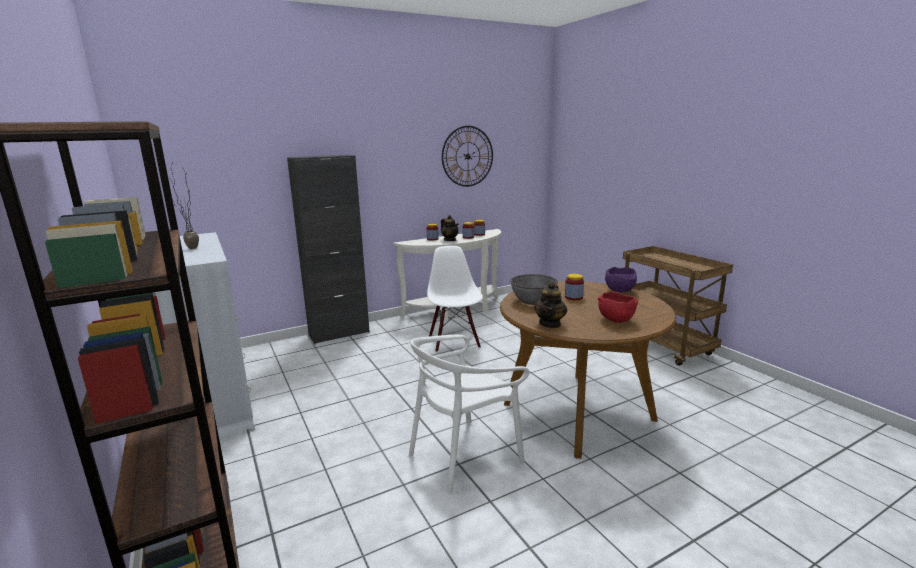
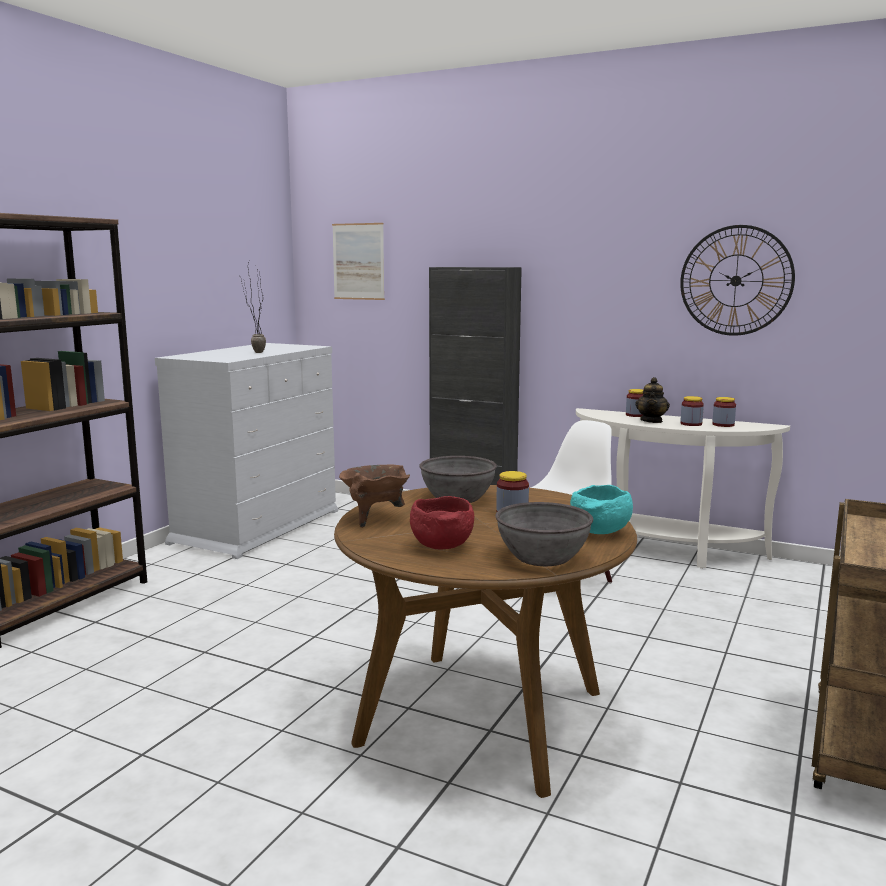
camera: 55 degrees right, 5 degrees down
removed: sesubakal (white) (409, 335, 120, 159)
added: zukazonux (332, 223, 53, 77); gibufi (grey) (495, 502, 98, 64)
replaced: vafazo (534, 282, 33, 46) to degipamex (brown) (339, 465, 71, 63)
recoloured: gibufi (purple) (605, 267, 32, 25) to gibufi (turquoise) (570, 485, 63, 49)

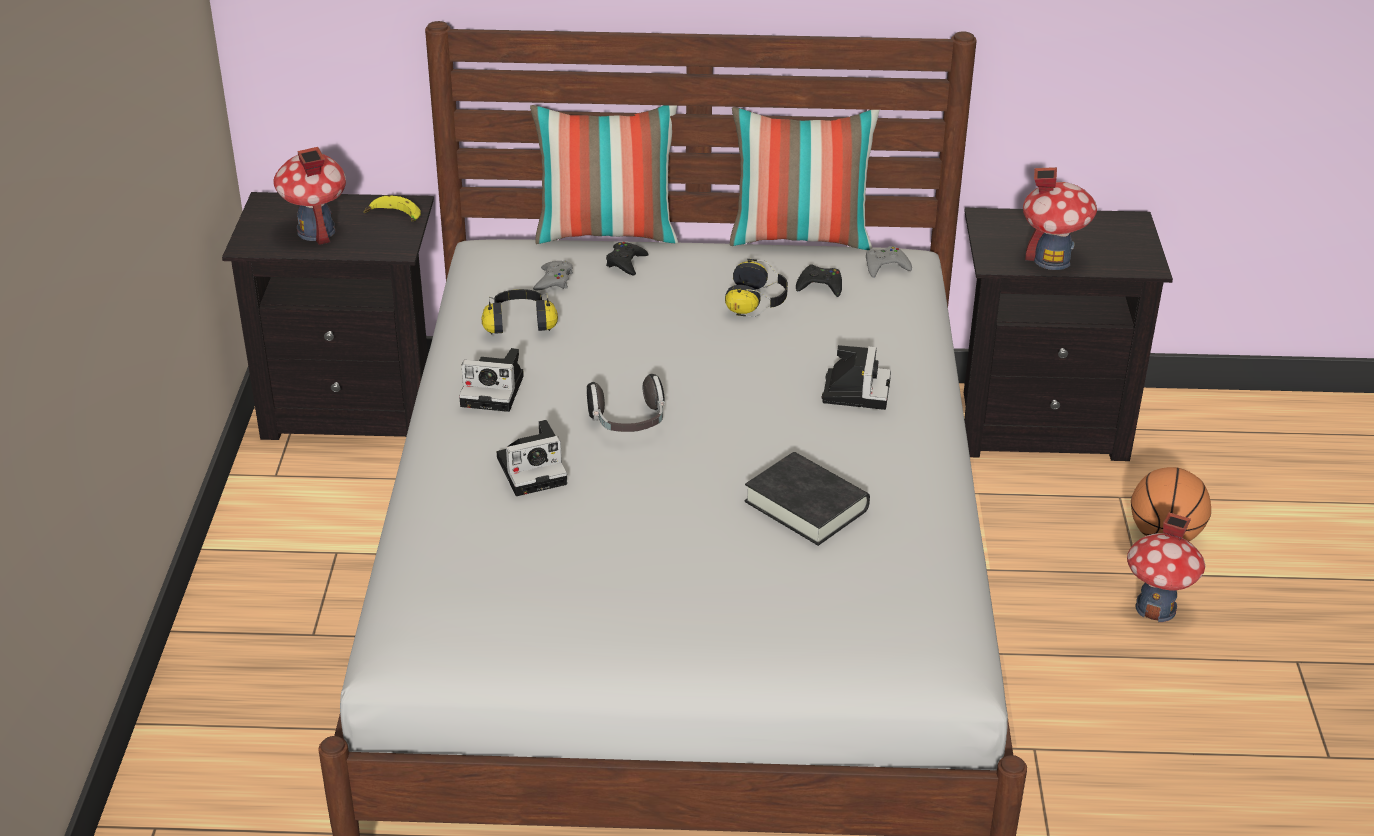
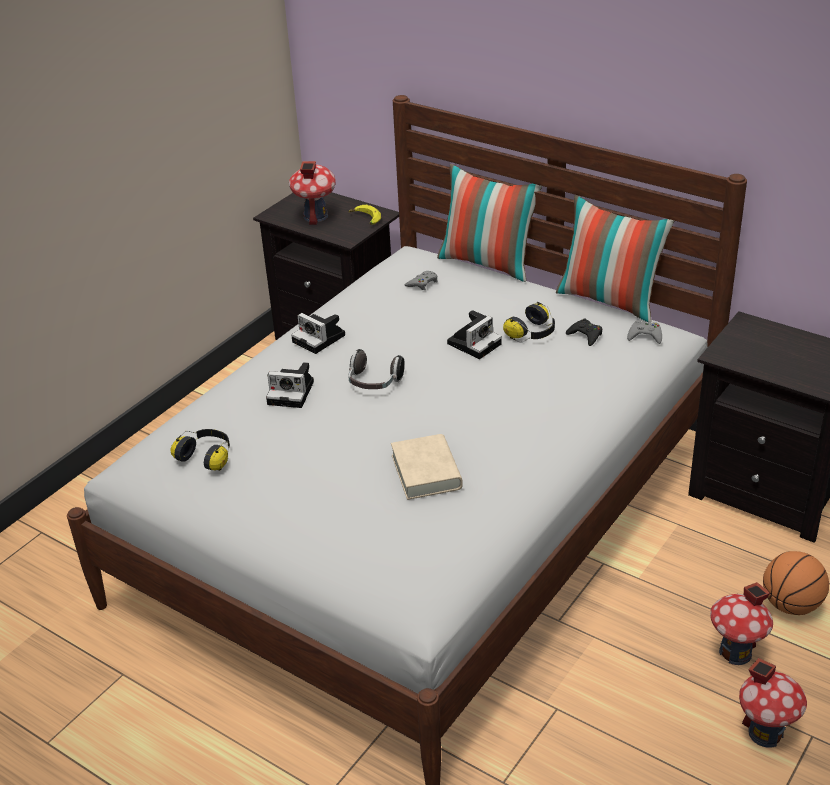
camera: 35 degrees right, 0 degrees up
removed: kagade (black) (606, 242, 43, 33)
moved: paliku (482, 289, 76, 46) to (170, 429, 60, 42); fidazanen (822, 345, 69, 65) to (447, 310, 55, 49); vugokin (1023, 167, 74, 103) to (739, 658, 68, 90)
recoloured: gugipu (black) (745, 452, 125, 94) to gugipu (beige) (391, 434, 72, 66)

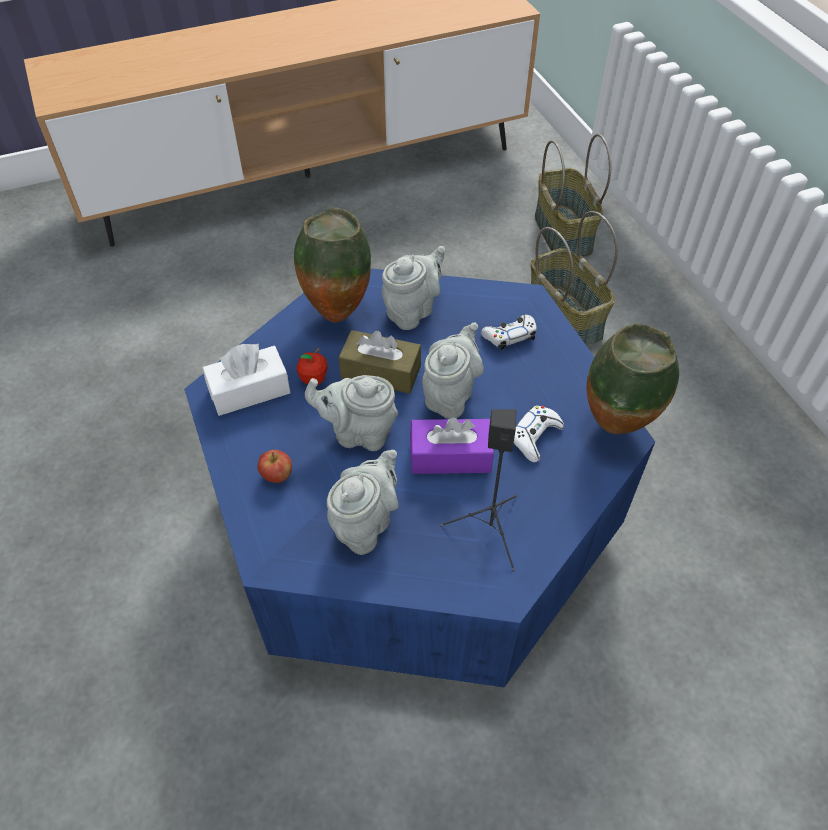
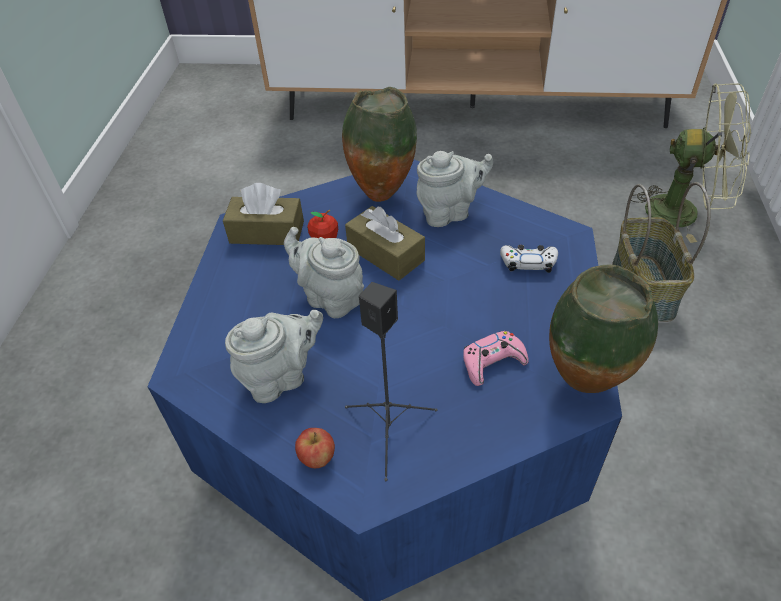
camera: 30 degrees right, 5 degrees down
removed: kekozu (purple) (410, 417, 84, 57); vafazo (grey) (422, 322, 62, 97)
moved: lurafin (258, 450, 34, 33) to (295, 428, 40, 40)
replaced: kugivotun (535, 134, 76, 123) to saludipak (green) (631, 83, 120, 160)
recoloured: kekozu (white) (203, 344, 88, 72) to kekozu (brown) (223, 183, 81, 62); kagade (white) (514, 406, 50, 56) to kagade (pink) (463, 331, 66, 55)

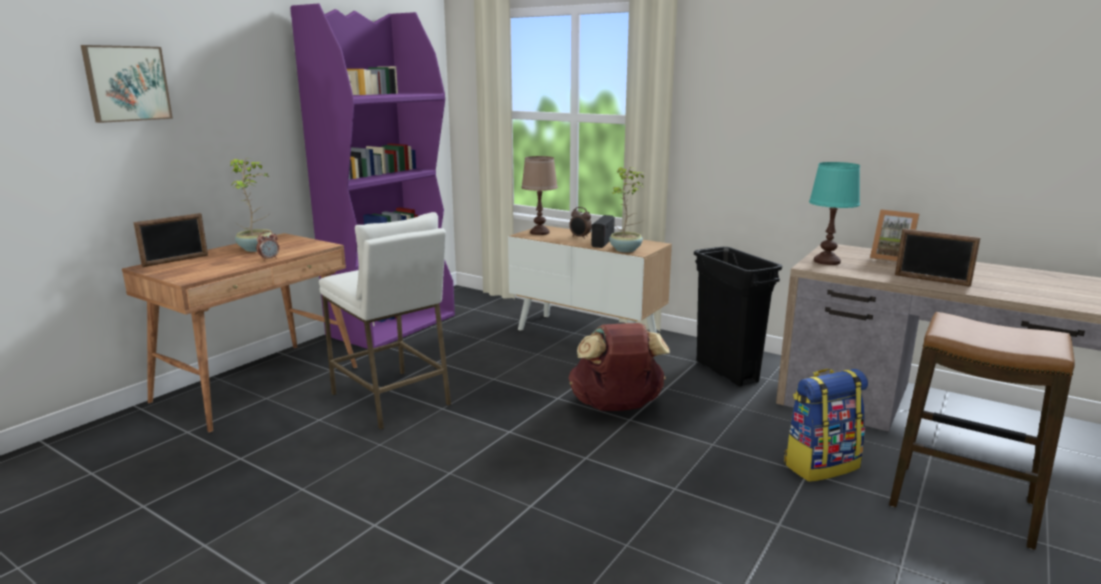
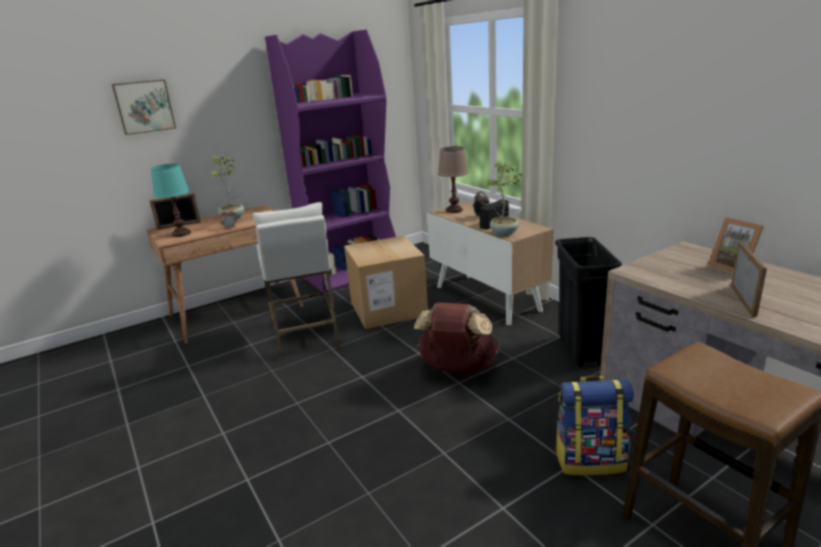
camera: 25 degrees right, 5 degrees up
added: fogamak (344, 236, 84, 93)
moved: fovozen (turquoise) (809, 162, 51, 103) to (150, 164, 41, 73)
turned: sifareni (895, 228, 86, 59) = (731, 241, 36, 77) 135 degrees counterclockwise

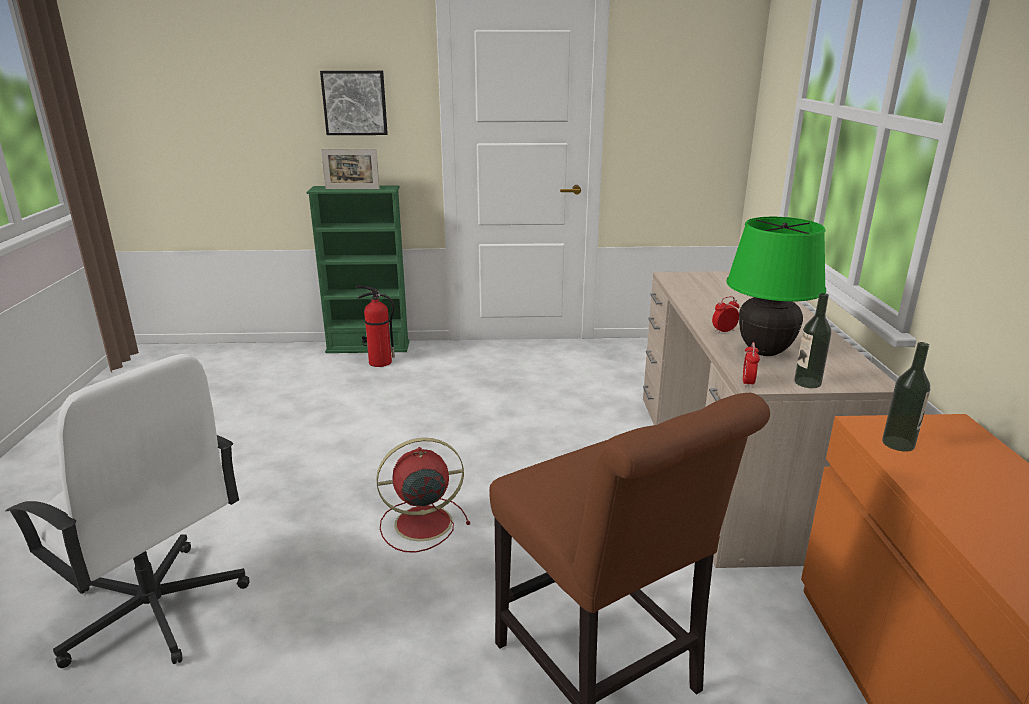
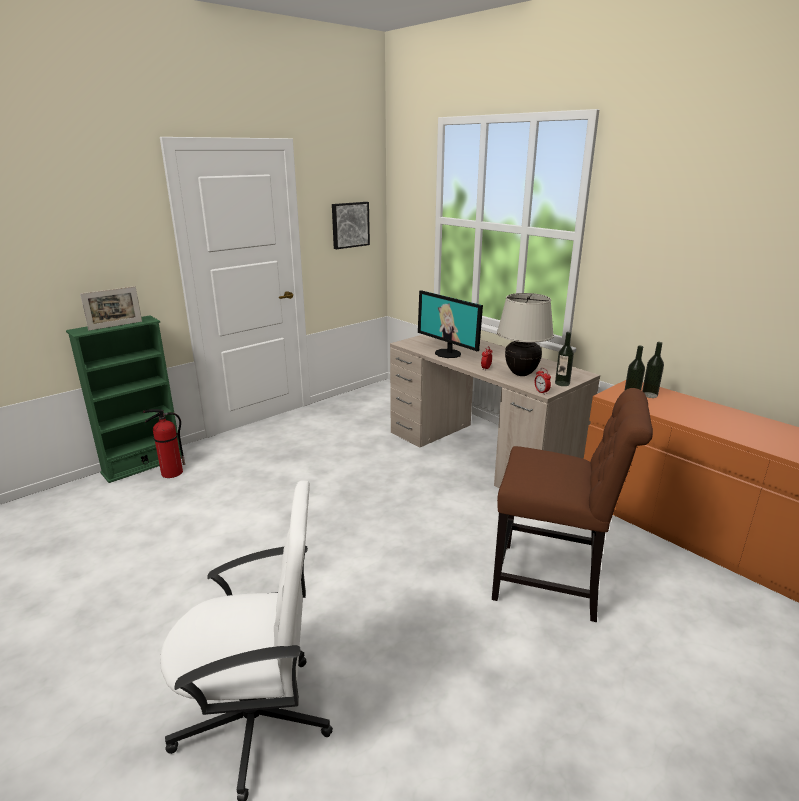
camera: 40 degrees left, 0 degrees up
removed: saludipak (red) (376, 438, 94, 115)
added: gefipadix (418, 290, 65, 68); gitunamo (642, 342, 22, 56)
moved: zukazonux (320, 71, 68, 64) to (332, 202, 38, 47)
recoloured: fovozen (green) (726, 217, 100, 139) to fovozen (beige) (497, 293, 57, 83)

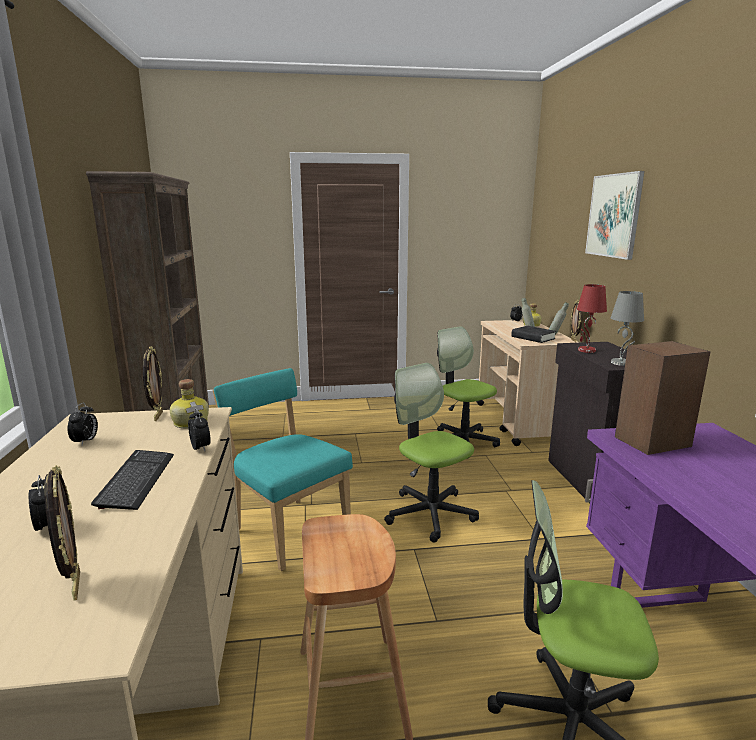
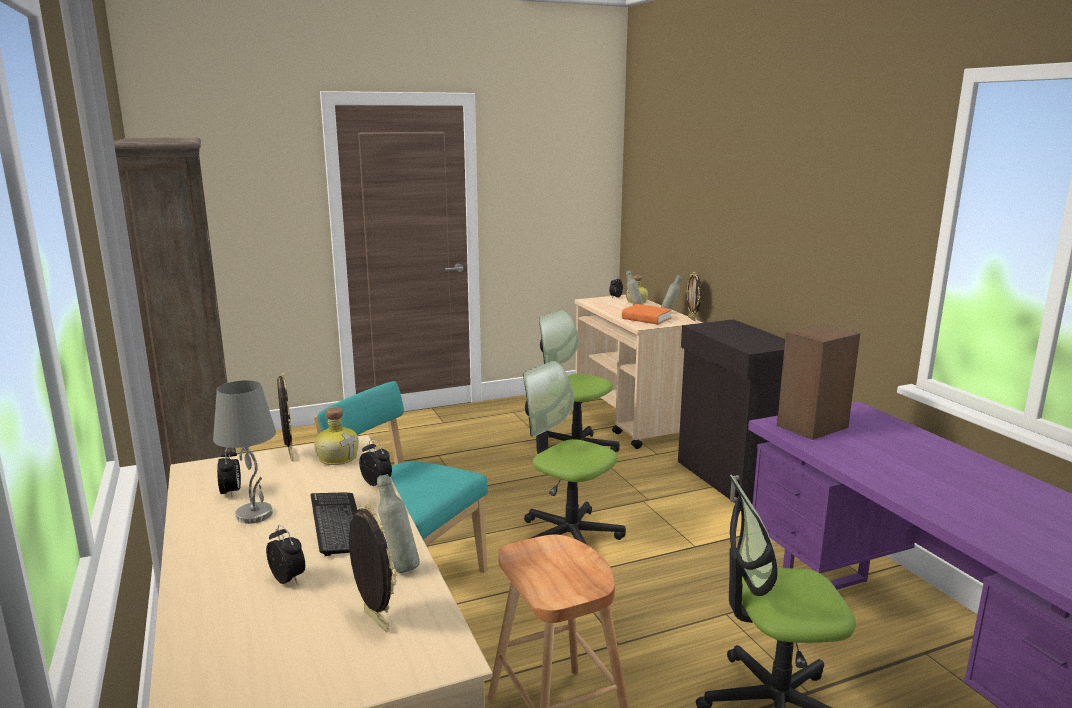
camera: 15 degrees left, 0 degrees up
removed: fovozen (red) (577, 284, 30, 69); zukazonux (585, 171, 60, 89)
added: gitunamo (grey) (377, 474, 43, 99)
moved: fovozen (grey) (611, 291, 33, 75) to (213, 380, 63, 144)
recoloured: gugipu (black) (512, 326, 44, 17) to gugipu (orange) (622, 304, 50, 21)

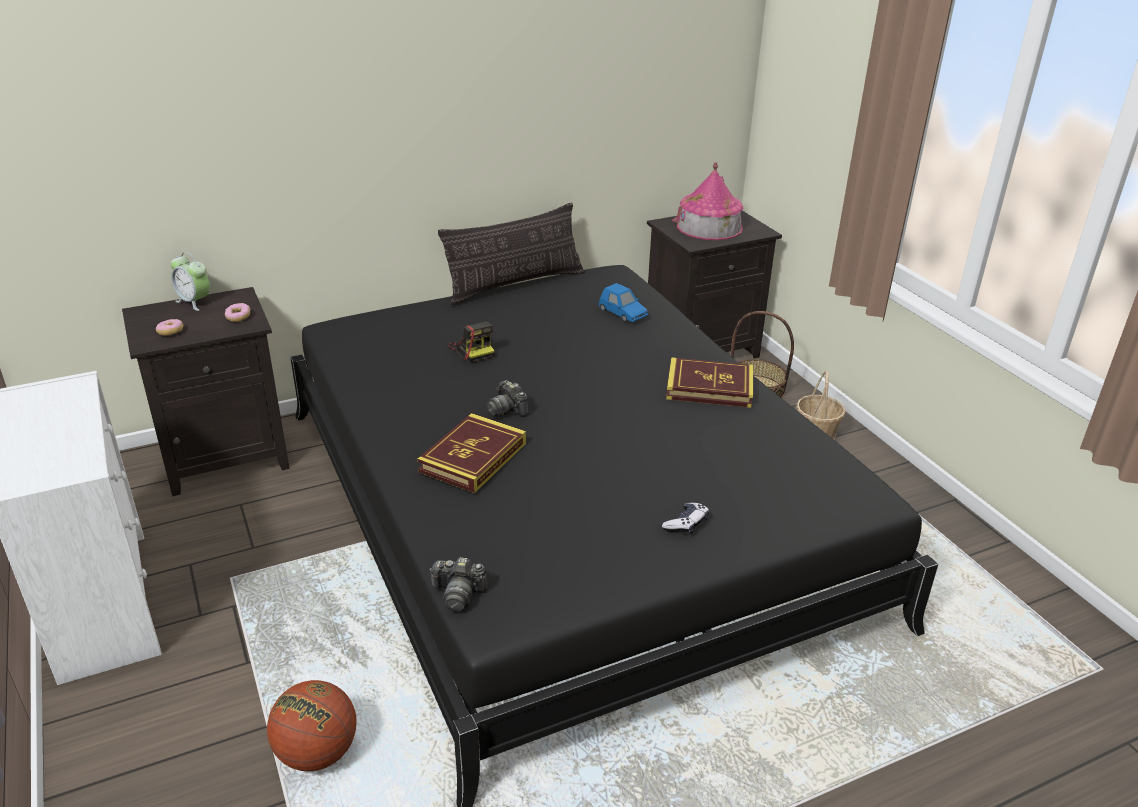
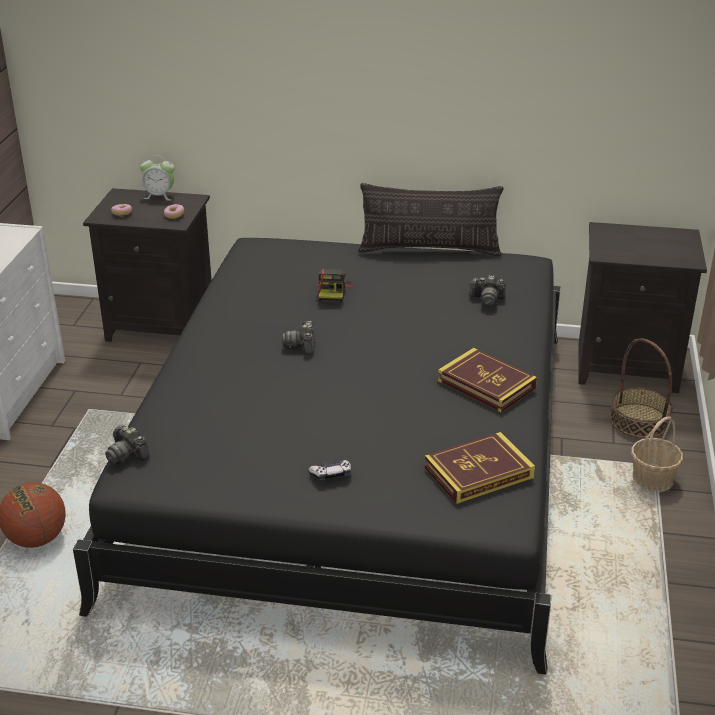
camera: 35 degrees right, 0 degrees up
removed: vugokin (672, 162, 71, 78)
moved: gugipu (417, 413, 109, 80) to (424, 432, 111, 72)
replaced: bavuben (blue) (599, 283, 49, 39) to fidazanen (470, 275, 36, 32)
turned: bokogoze (171, 252, 39, 59) = (140, 155, 35, 46) 60 degrees counterclockwise

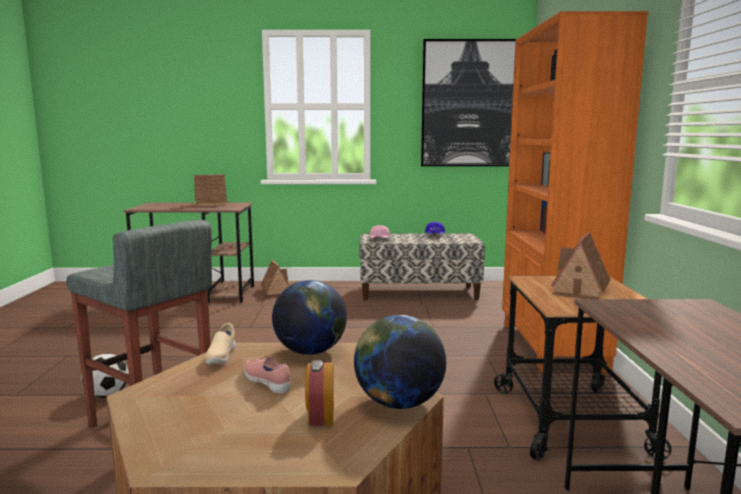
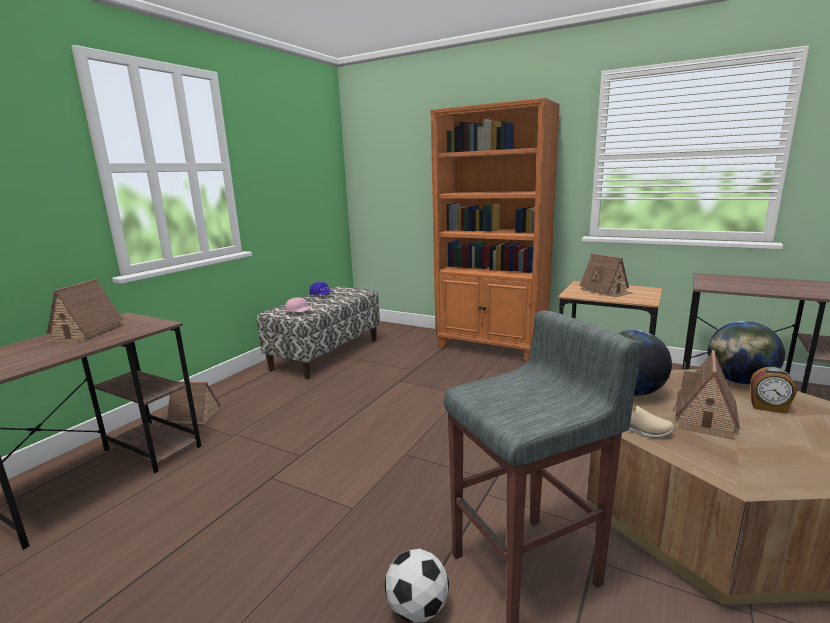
camera: 60 degrees left, 5 degrees up
removed: zukazonux (421, 39, 95, 127)
replaced: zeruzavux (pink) (244, 357, 46, 37) to vugokin (674, 350, 66, 90)

